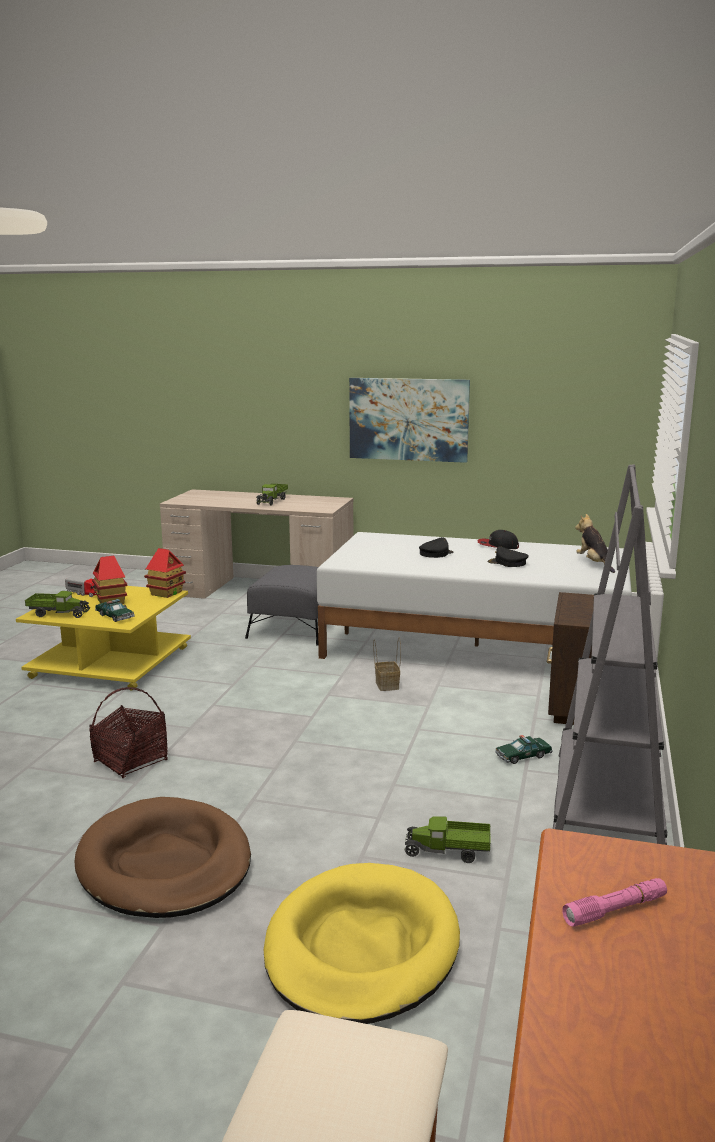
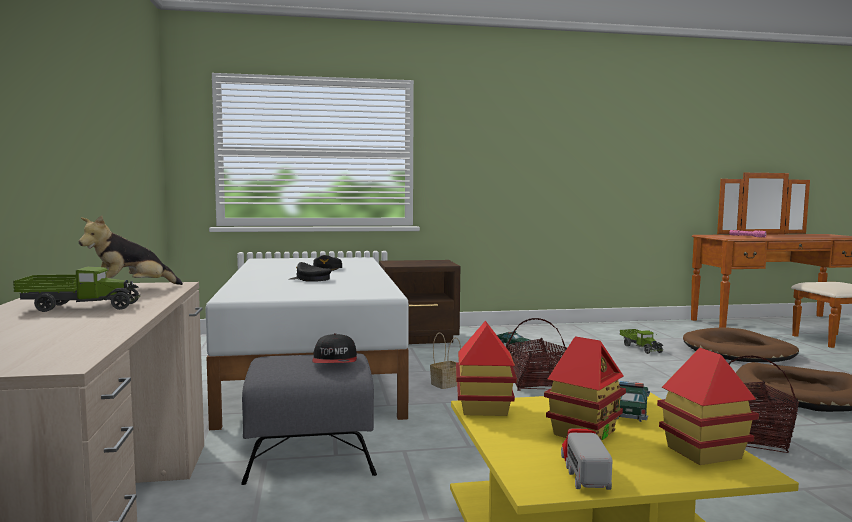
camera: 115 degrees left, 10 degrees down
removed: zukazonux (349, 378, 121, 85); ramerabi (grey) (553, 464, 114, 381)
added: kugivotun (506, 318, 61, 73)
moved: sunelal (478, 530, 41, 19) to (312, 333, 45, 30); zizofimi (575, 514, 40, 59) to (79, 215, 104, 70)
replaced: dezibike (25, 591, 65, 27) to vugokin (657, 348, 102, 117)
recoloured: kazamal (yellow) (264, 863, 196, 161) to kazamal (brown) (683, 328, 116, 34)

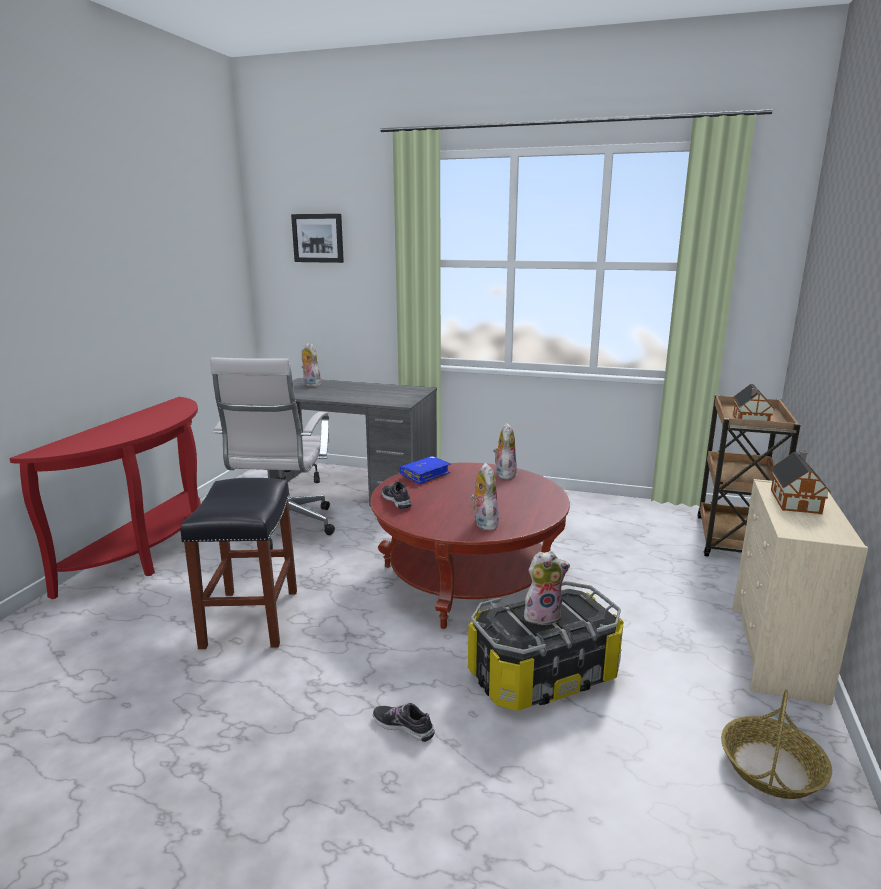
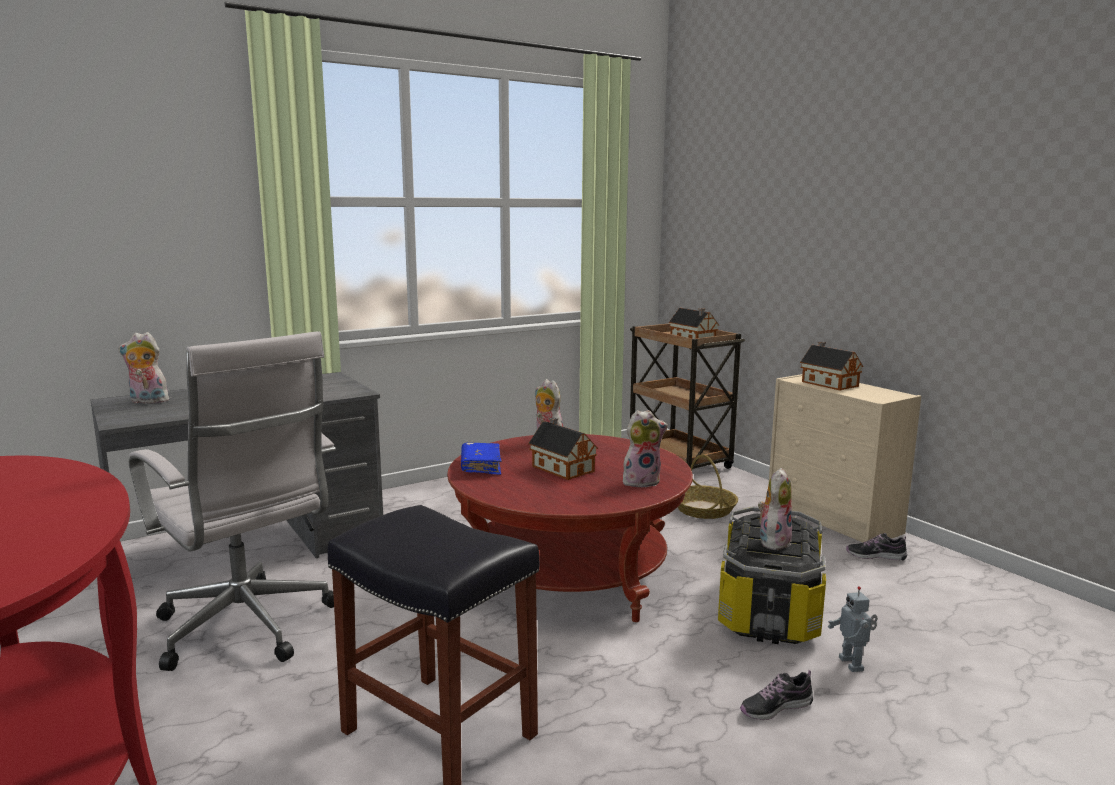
camera: 50 degrees left, 5 degrees down
removed: zukazonux (291, 214, 53, 49)
added: vugokin (528, 417, 70, 63); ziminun (828, 586, 50, 86)
moved: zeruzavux (382, 481, 30, 28) to (846, 533, 61, 28); kugivotun (721, 690, 111, 109) to (678, 454, 60, 65)
turned: zizofimi (471, 463, 28, 68) = (623, 410, 45, 77) 135 degrees clockwise

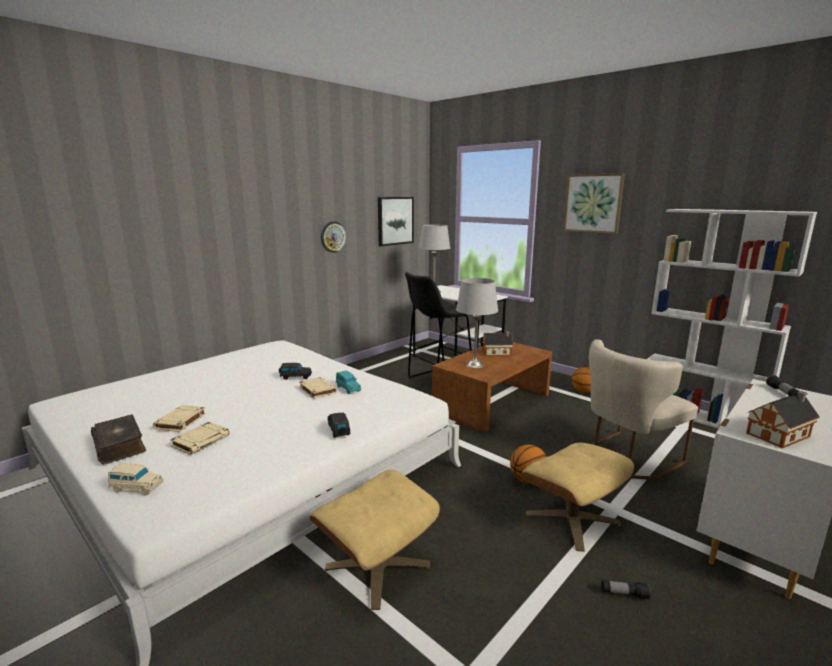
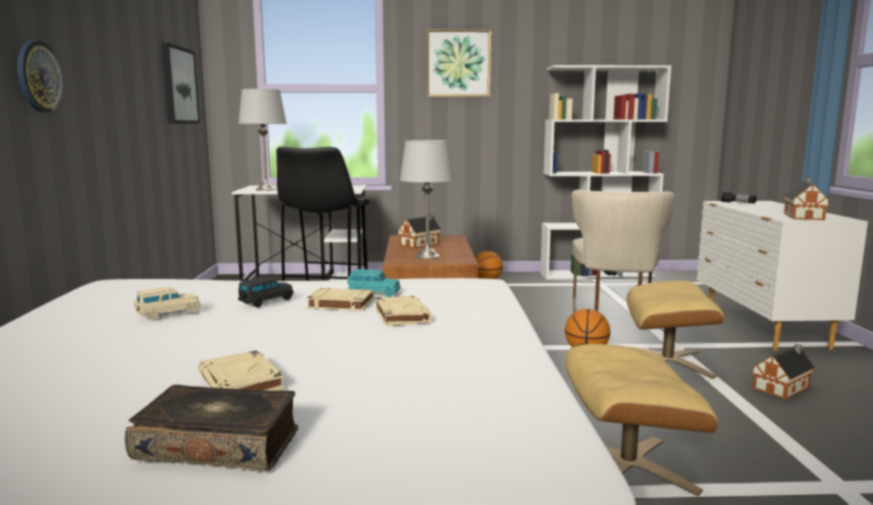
camera: 45 degrees left, 5 degrees down
removed: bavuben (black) (328, 413, 22, 25)
moved: bavuben (beige) (108, 463, 55, 32) to (133, 287, 67, 33); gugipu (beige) (170, 422, 59, 33) to (376, 295, 56, 31); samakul (321, 221, 26, 32) to (17, 40, 47, 73)
replaced: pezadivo (601, 580, 50, 19) to vugokin (752, 344, 63, 56)

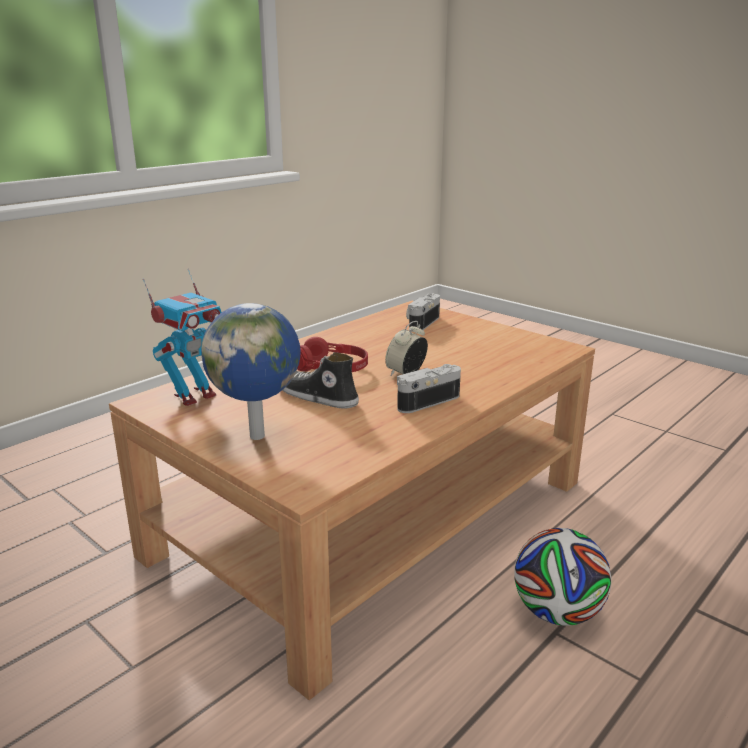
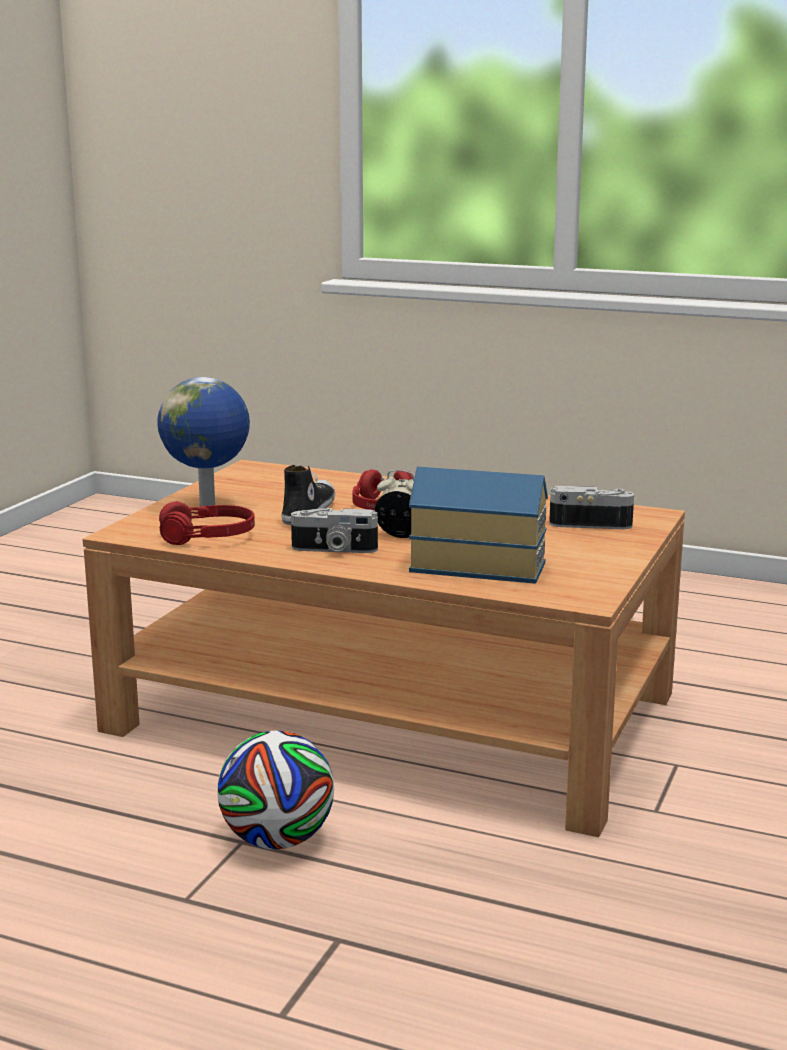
camera: 70 degrees right, 5 degrees down
removed: ziminun (143, 269, 78, 137)
added: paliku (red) (159, 501, 96, 44); vugokin (409, 467, 139, 117)
turned: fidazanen (397, 364, 64, 49) = (291, 508, 87, 45) 150 degrees clockwise

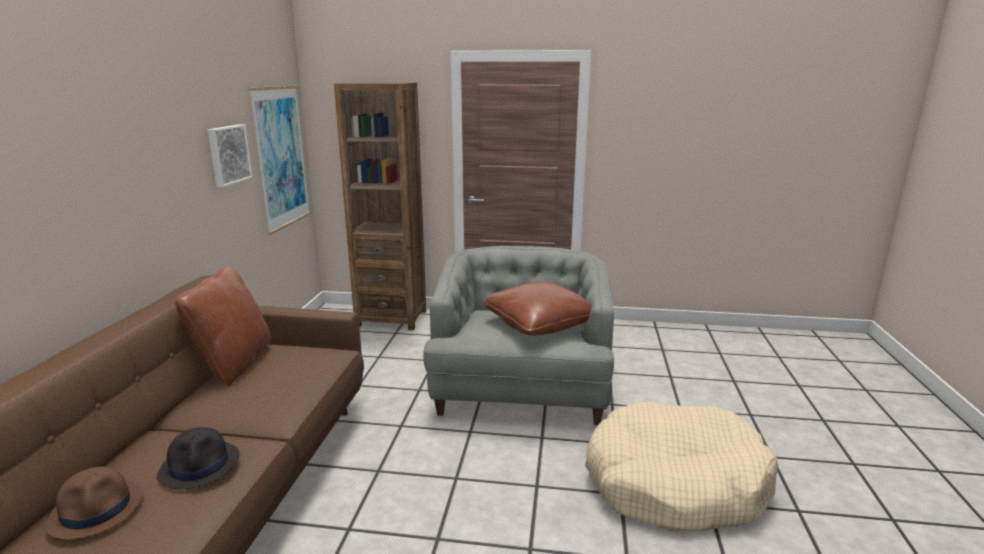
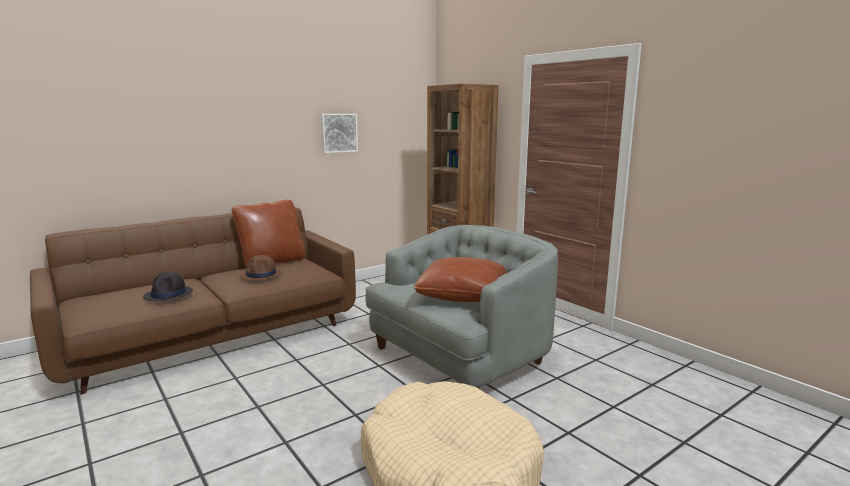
camera: 45 degrees right, 5 degrees down
removed: zukazonux (248, 86, 63, 149)
moved: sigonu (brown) (45, 467, 99, 73) to (240, 255, 42, 25)

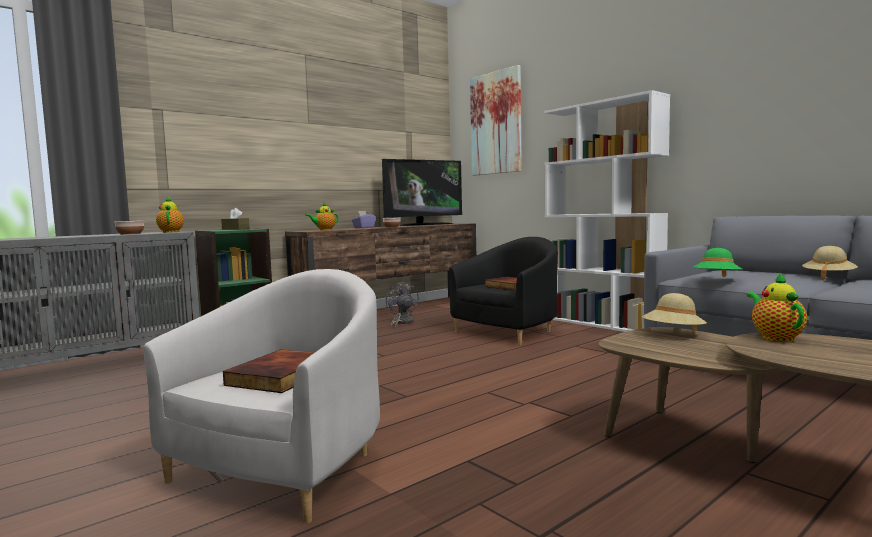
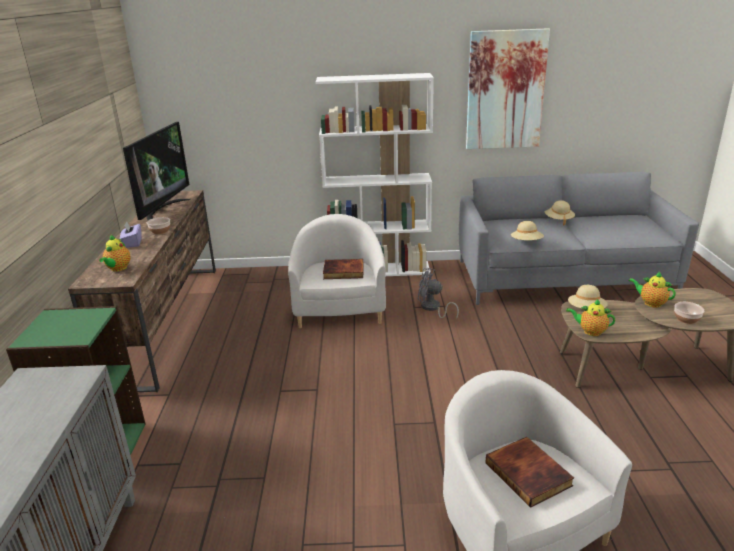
camera: 50 degrees left, 20 degrees up
removed: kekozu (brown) (221, 208, 29, 22)
moved: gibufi (115, 221, 29, 14) to (674, 302, 30, 22); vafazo (156, 196, 28, 37) to (566, 299, 49, 37); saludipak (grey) (386, 281, 33, 47) to (418, 268, 41, 52); zukazonux (470, 65, 52, 111) to (466, 28, 84, 121)
recoloured: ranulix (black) (449, 237, 109, 108) to ranulix (white) (288, 214, 98, 114); sigonu (green) (692, 248, 50, 29) to sigonu (beige) (511, 221, 33, 19)

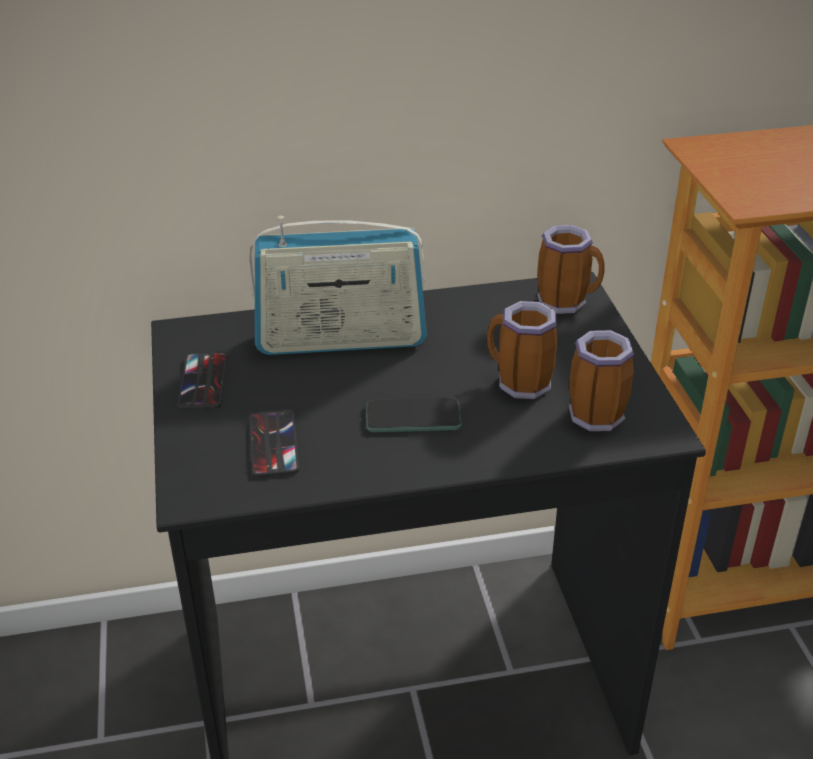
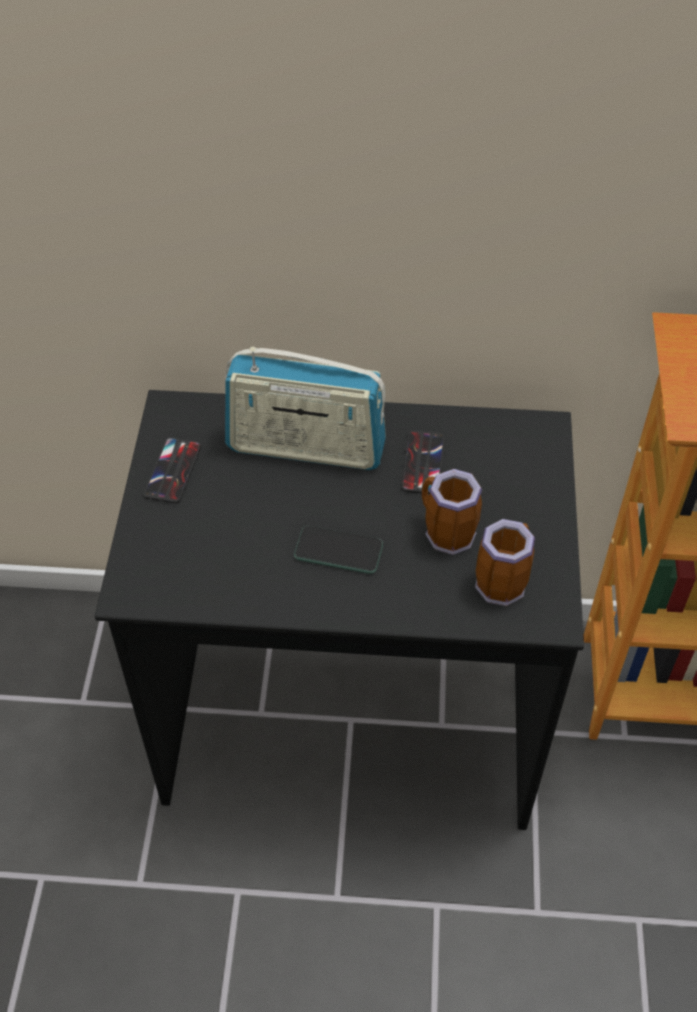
camera: 15 degrees right, 15 degrees up
removed: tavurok (537, 225, 67, 89)
moved: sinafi (249, 410, 50, 67) to (401, 430, 44, 64)

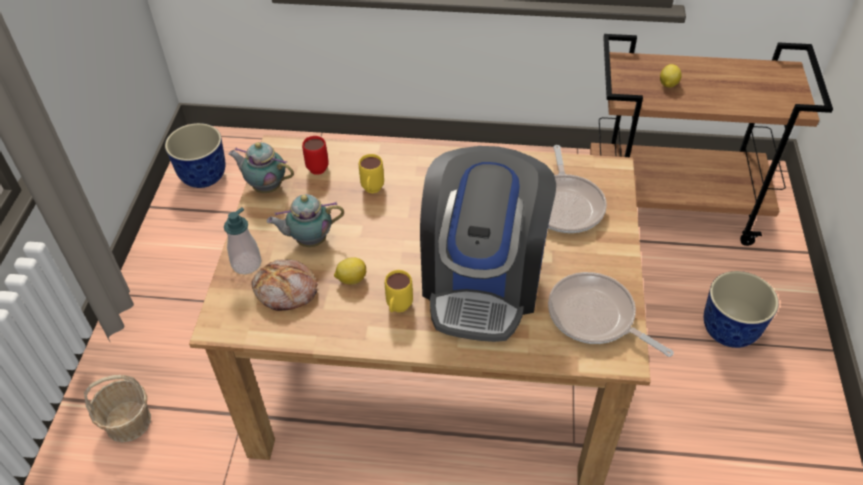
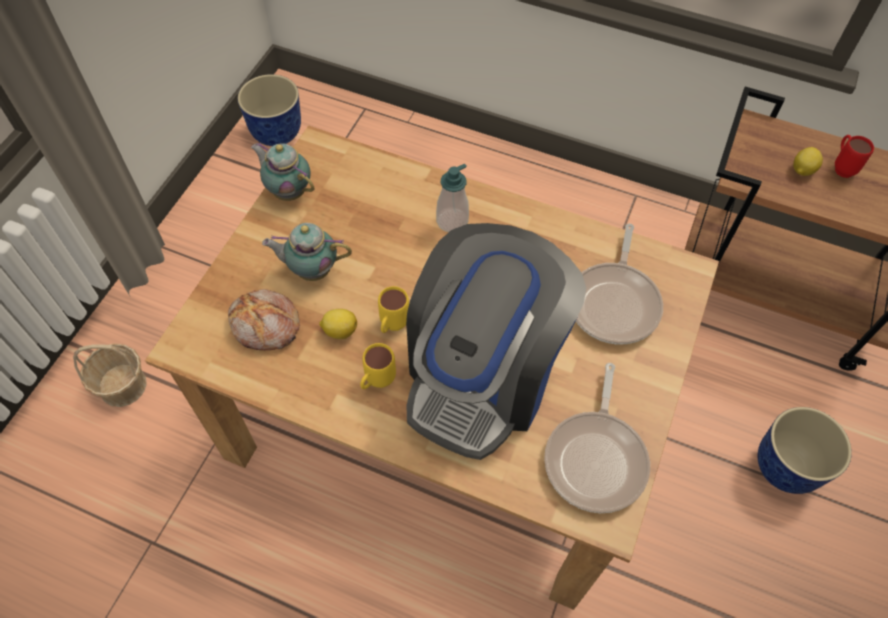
camera: 15 degrees right, 10 degrees up
moved: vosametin (224, 207, 38, 67) to (436, 163, 33, 70); tavurok (red) (302, 136, 27, 39) to (835, 135, 39, 43); tavurok (yellow) (359, 154, 25, 39) to (378, 286, 31, 47)
turned: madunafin (548, 272, 126, 85) = (544, 363, 106, 150) 135 degrees counterclockwise

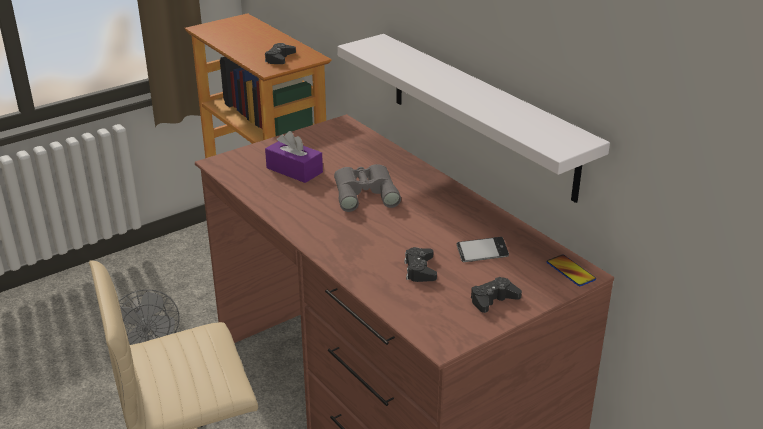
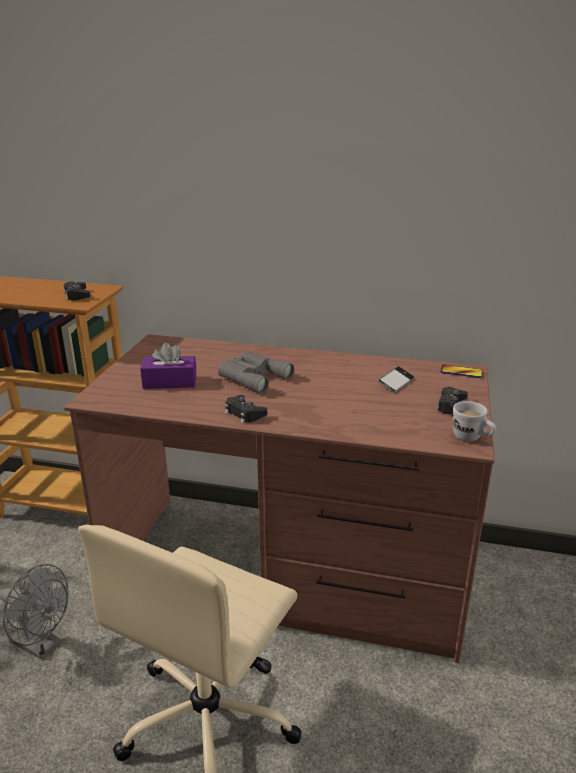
camera: 40 degrees left, 5 degrees down
removed: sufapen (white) (337, 34, 273, 169)
added: tavurok (white) (453, 401, 43, 41)
moved: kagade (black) (404, 247, 33, 35) to (225, 395, 42, 29)

